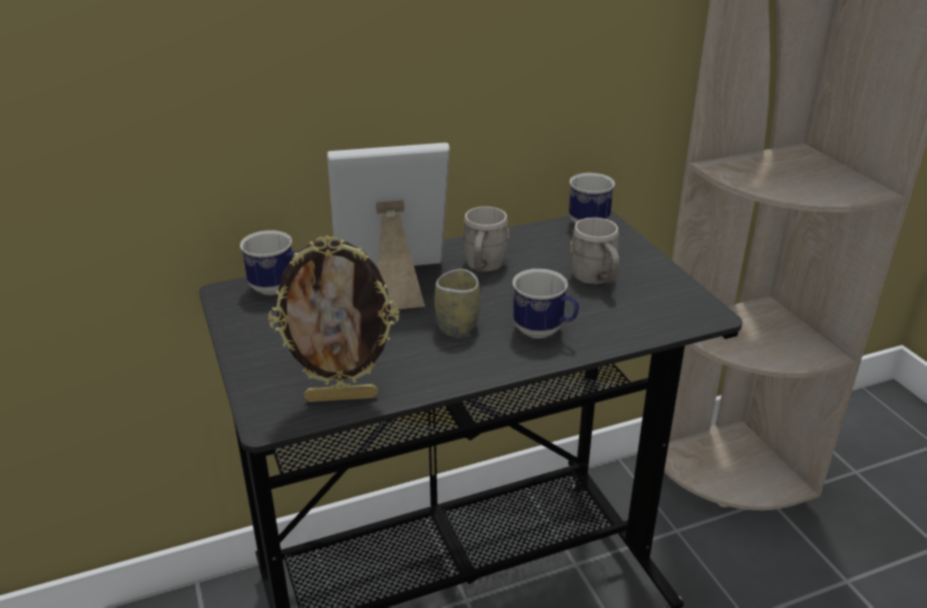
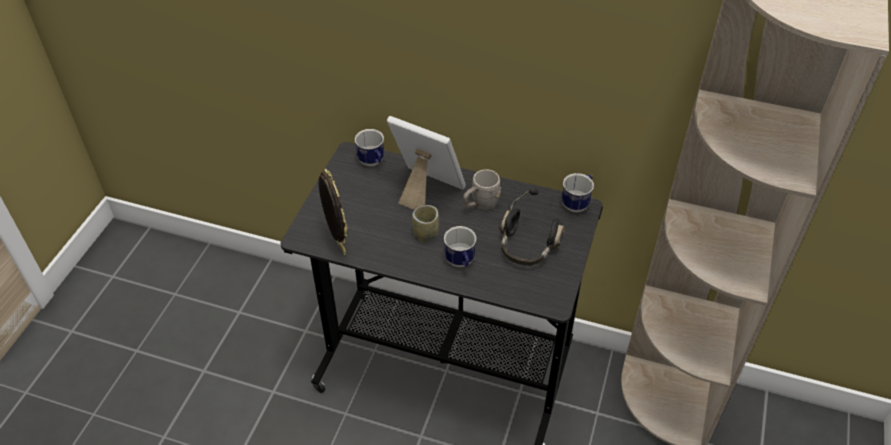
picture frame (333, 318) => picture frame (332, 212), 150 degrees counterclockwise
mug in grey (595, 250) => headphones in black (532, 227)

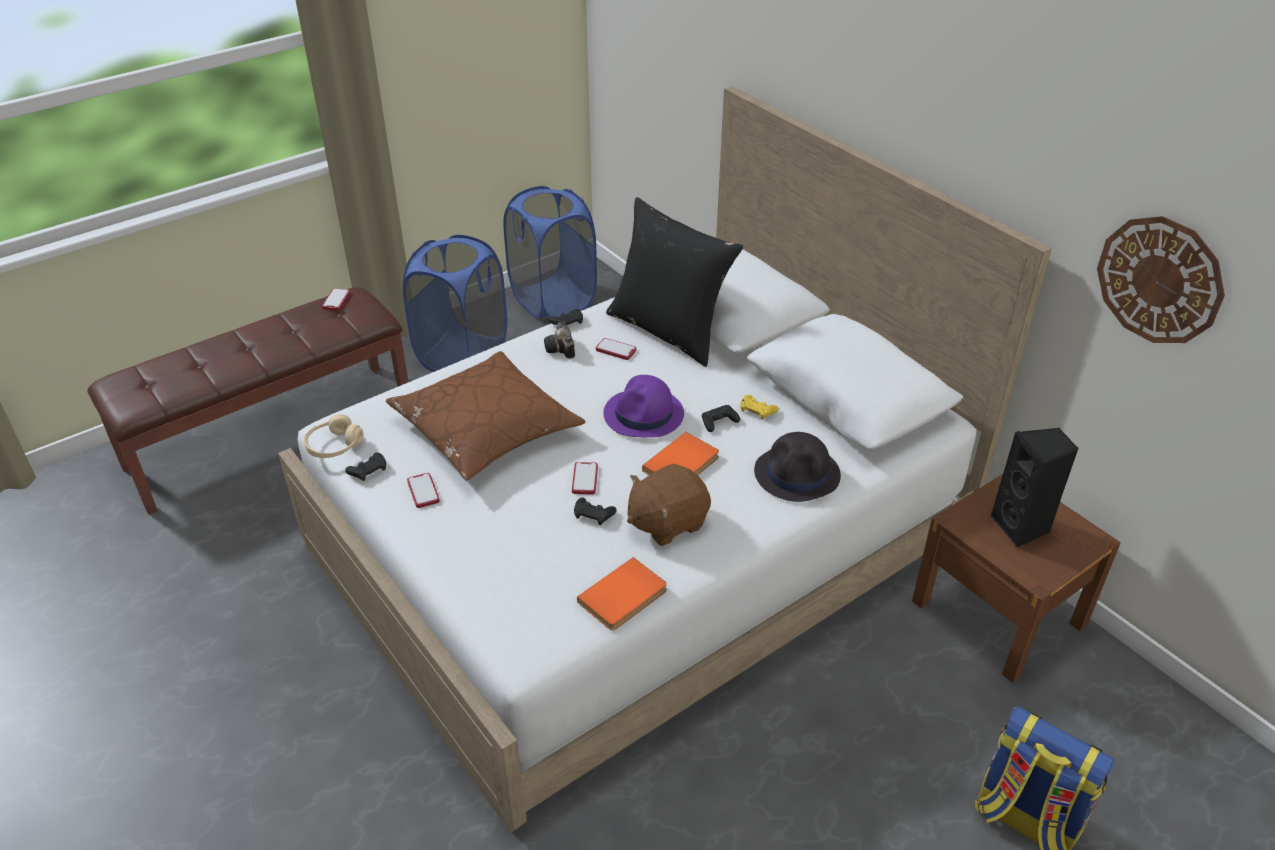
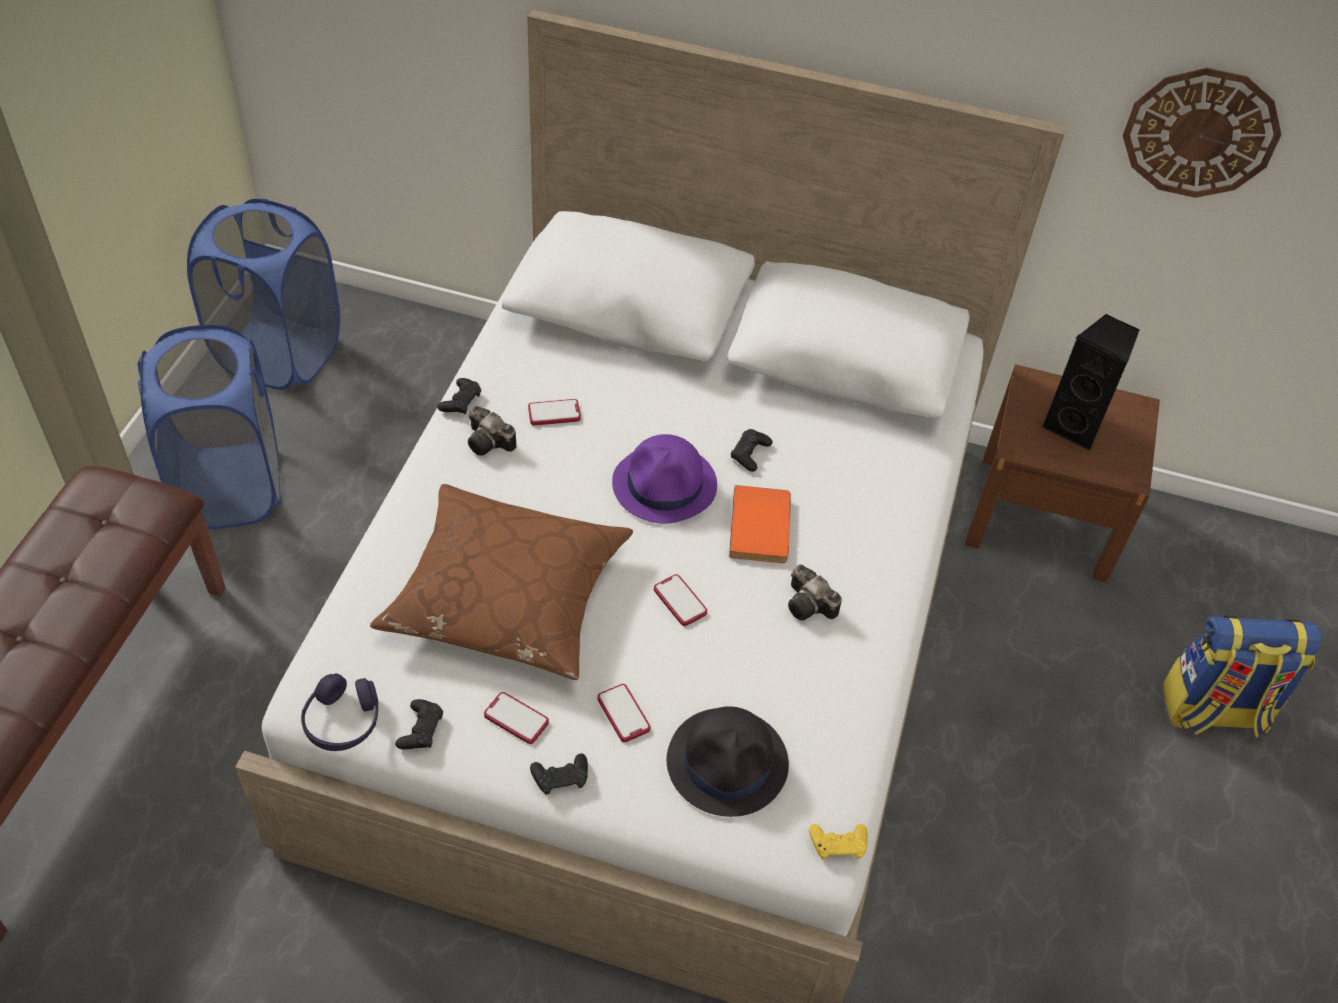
headphones in beige (334, 436) => headphones in purple (339, 712)
game controller in black (595, 511) => game controller in black (559, 774), shifted
phone (336, 300) => phone (624, 713), shifted
hat in black (797, 467) => hat in black (727, 761), shifted
plush toy in brown (669, 505) => photo camera (815, 592)
game controller in yellow (759, 407) => game controller in yellow (838, 842), shifted
book in orange (622, 594) => nothing
pillow in black (674, 282) => nothing

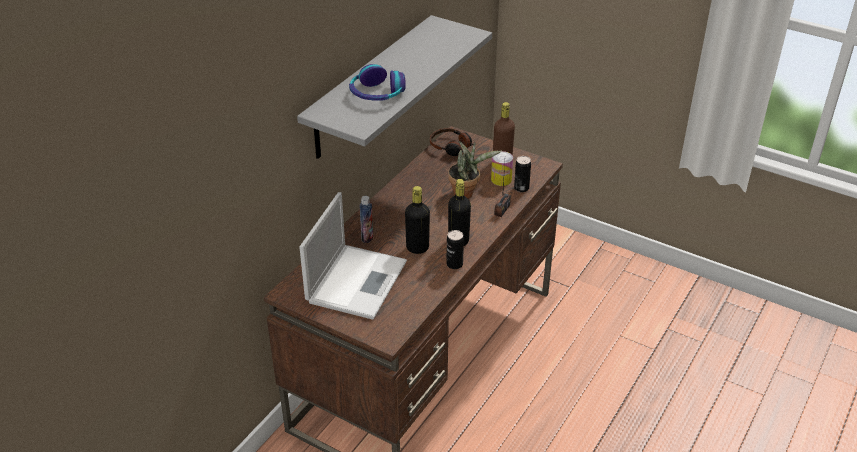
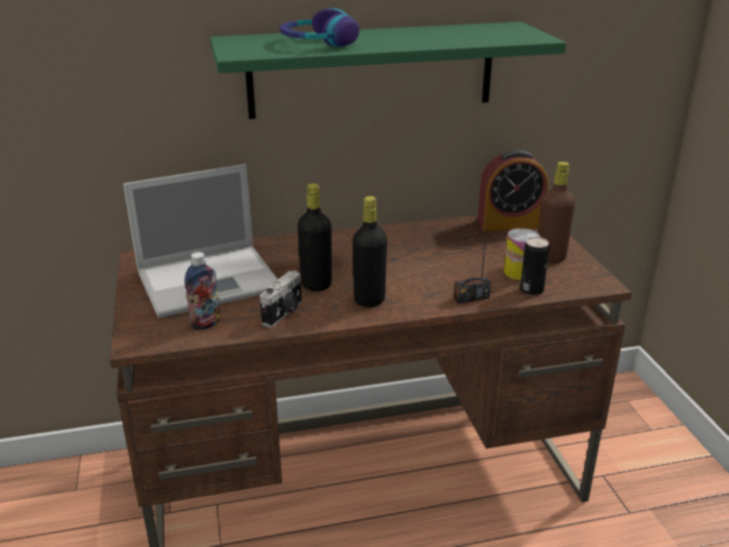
bottle (366, 219) => bottle (202, 291), shifted
shelf in grey (394, 87) => shelf in green (388, 70)
nothing => photo camera (281, 299)
headphones (451, 142) => alarm clock (512, 190)
can (455, 249) => nothing
potted plant (475, 169) => nothing

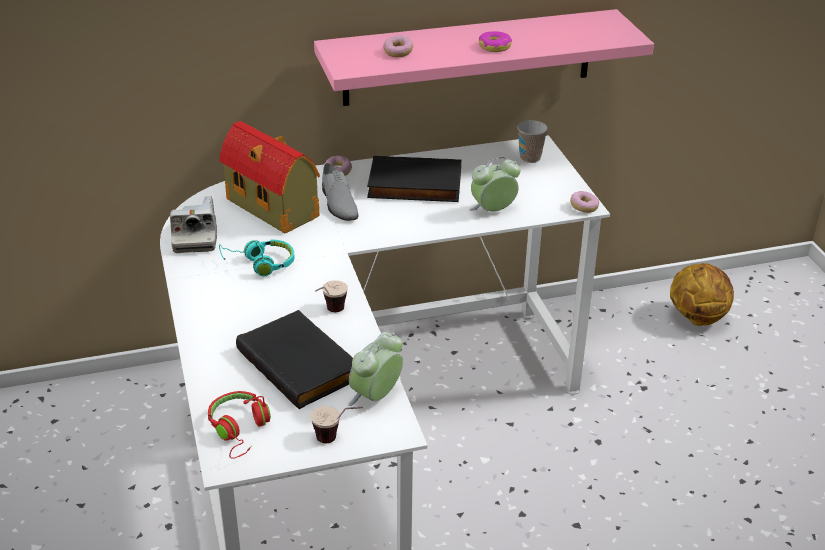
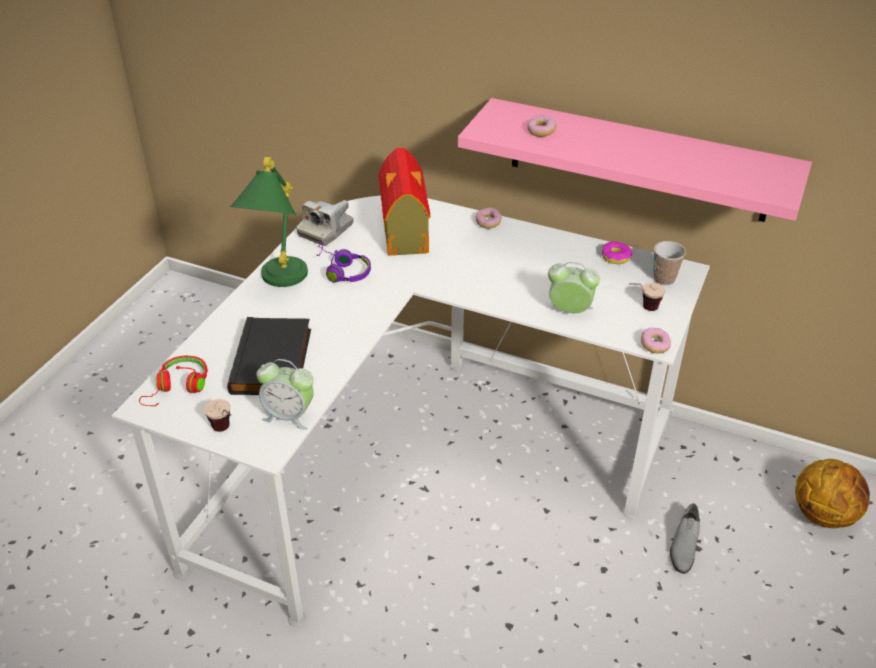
nothing => table lamp in green (269, 222)
alarm clock (375, 369) => alarm clock (285, 394), 150 degrees counterclockwise
headphones in turquoise (256, 258) => headphones in purple (344, 262)
donut (495, 41) => donut (617, 253), shifted
cup (331, 296) => cup (647, 297), shifted
shoe in grey (340, 192) => shoe in grey (685, 538), shifted
book in black (414, 179) => nothing

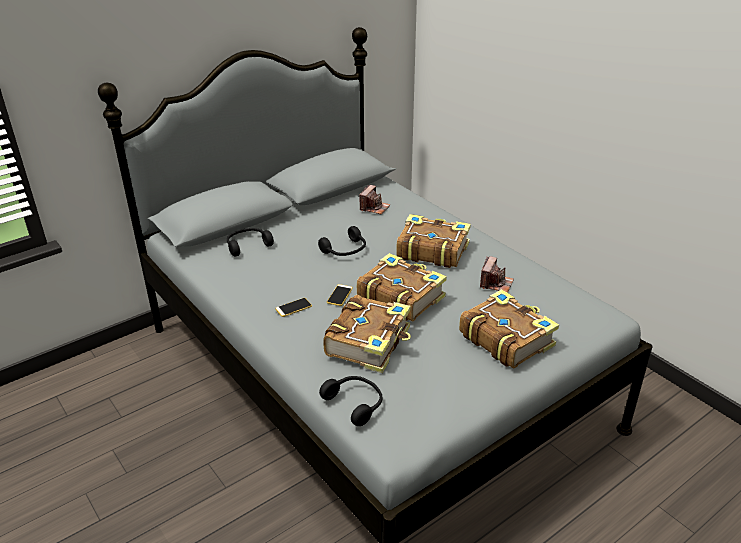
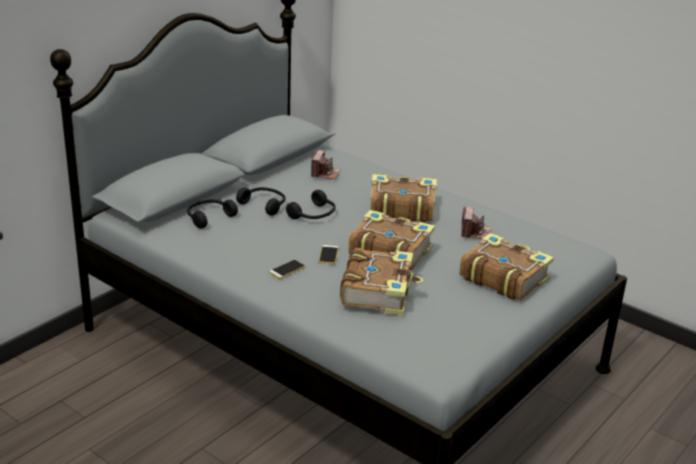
headphones in black (350, 401) => headphones in black (261, 201), shifted

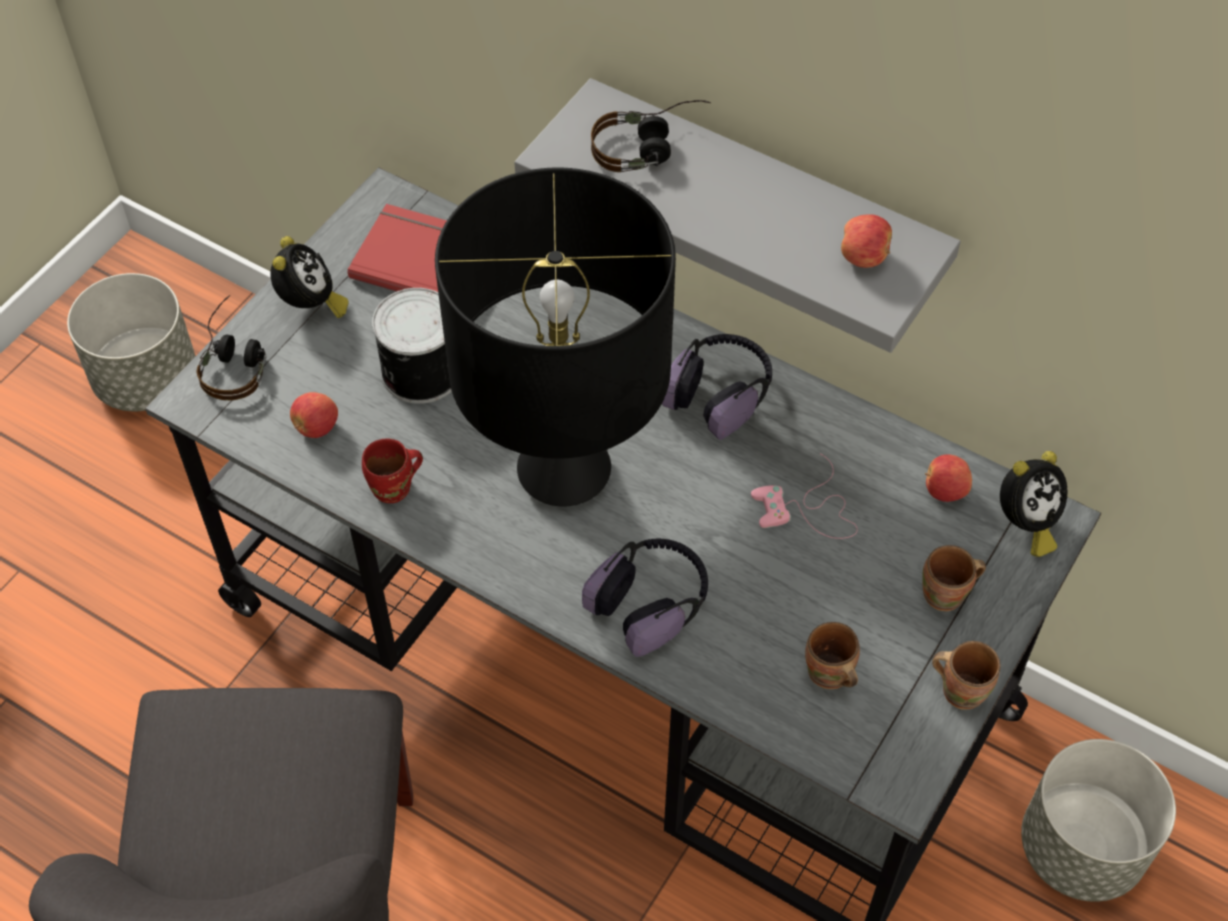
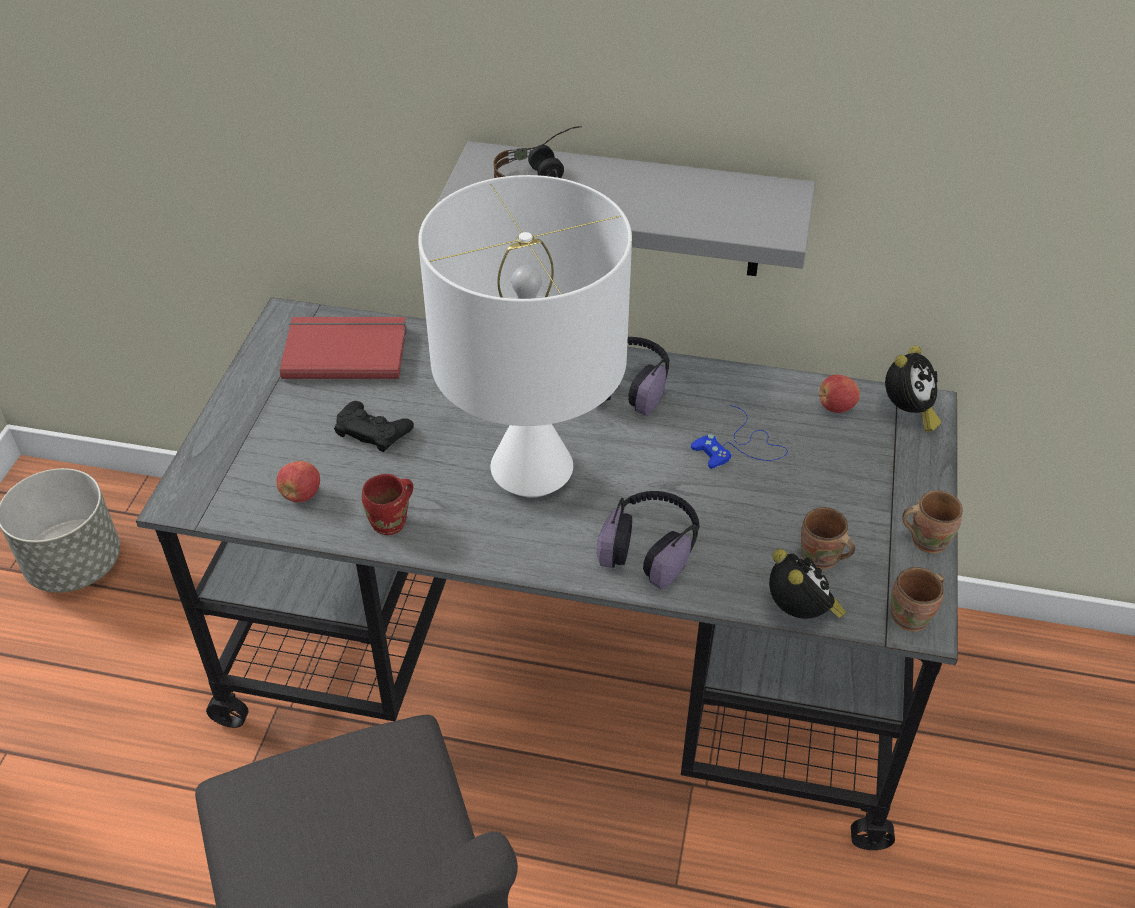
can (412, 346) => game controller in black (374, 426)
table lamp in black (555, 337) => table lamp in white (525, 336)
game controller in pink (804, 496) => game controller in blue (739, 437)
alarm clock (309, 277) => alarm clock (807, 584), shifted
mug in brown (954, 578) => mug in brown (917, 599), shifted
headphones (231, 347) => nothing
apple (866, 241) => nothing
planter in grey (1098, 820) => nothing

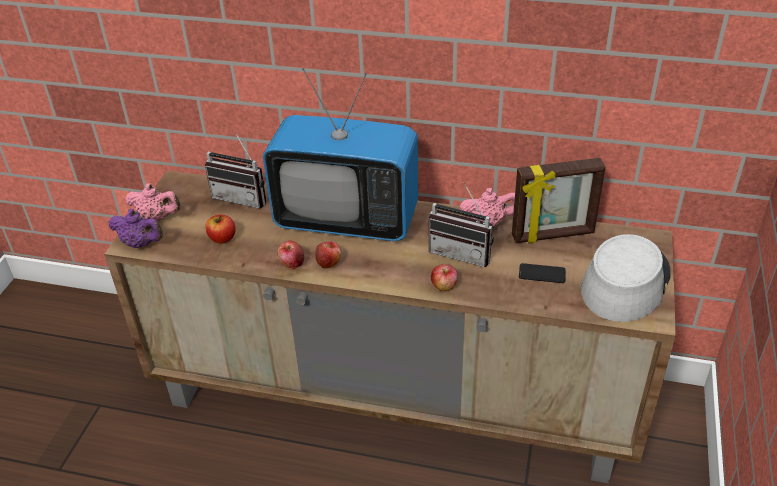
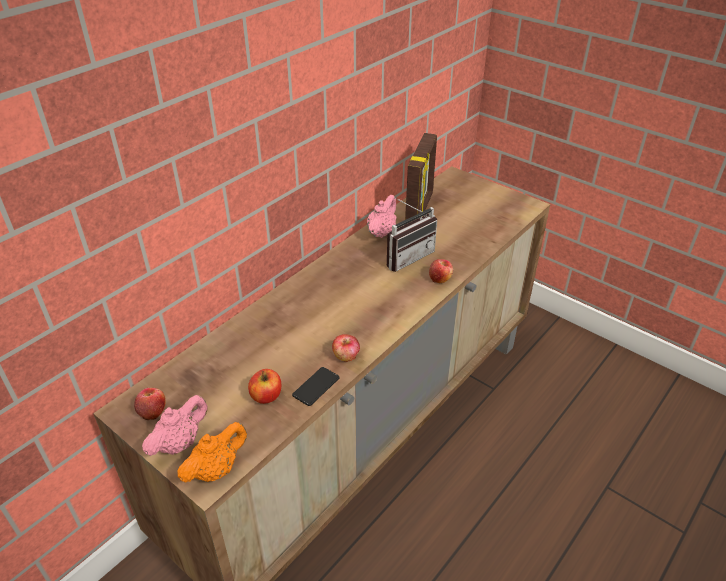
apple (328, 254) => apple (150, 404), shifted
teapot in purple (136, 228) => teapot in orange (212, 452)
phone (542, 273) => phone (316, 386), shifted
radio (235, 171) => nothing
television (340, 154) => nothing
hat in grey (625, 278) => nothing

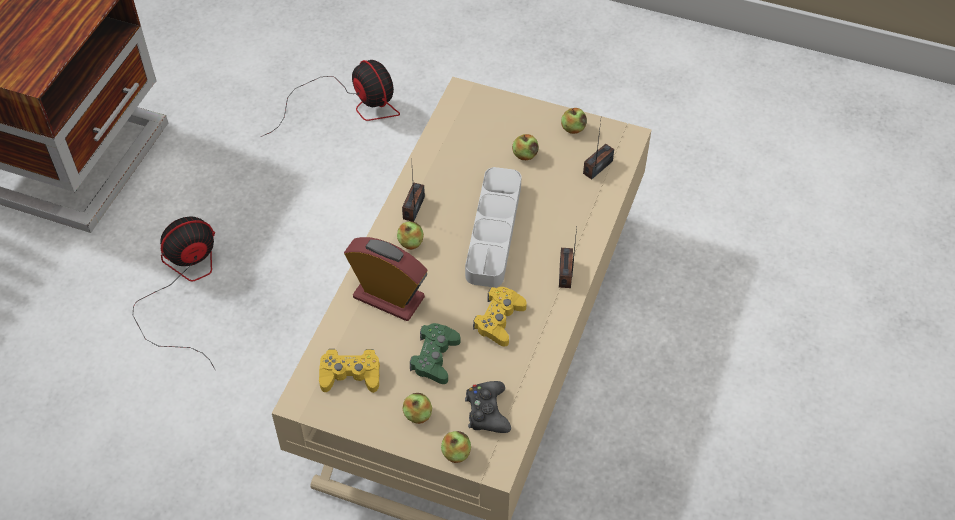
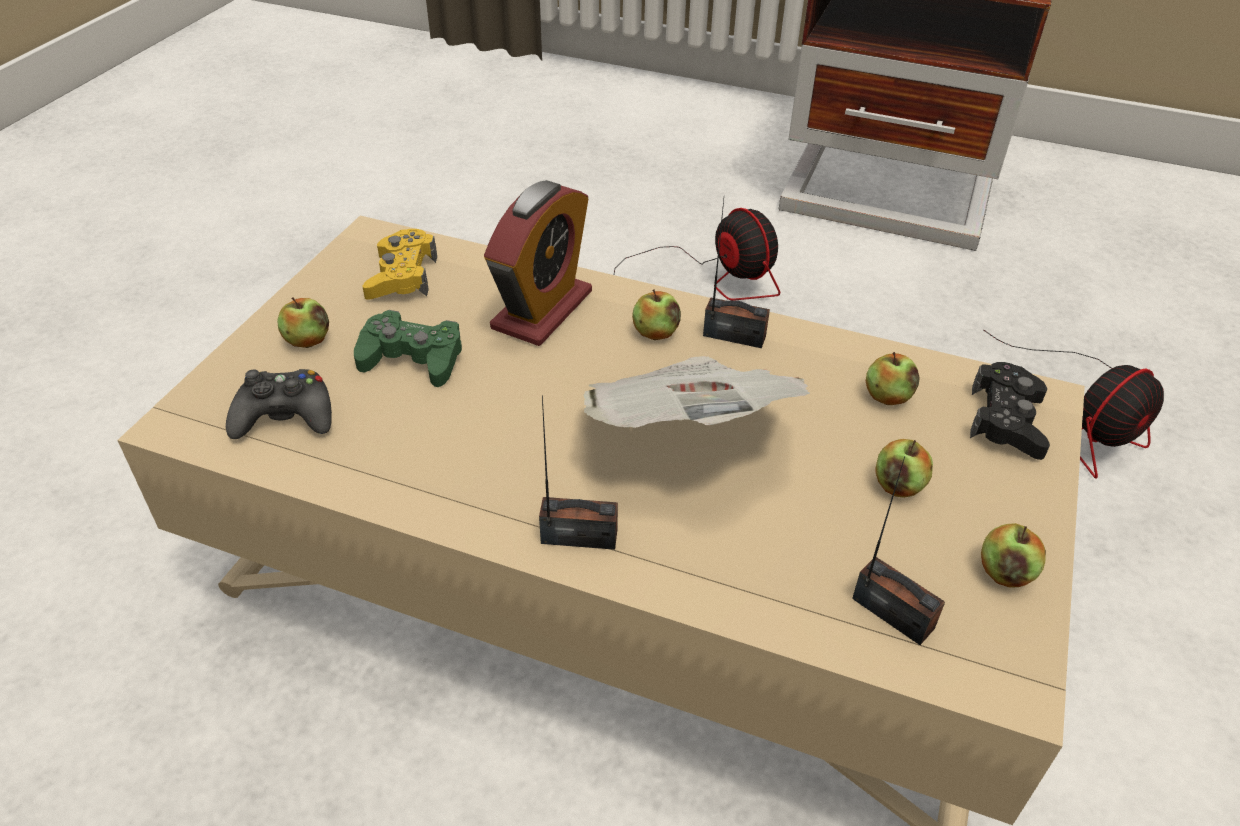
tray in grey (493, 227) => newspaper (696, 392)
apple (456, 447) => apple (893, 378), shifted
nothing => game controller in black (1010, 411)
game controller in yellow (500, 316) => nothing

